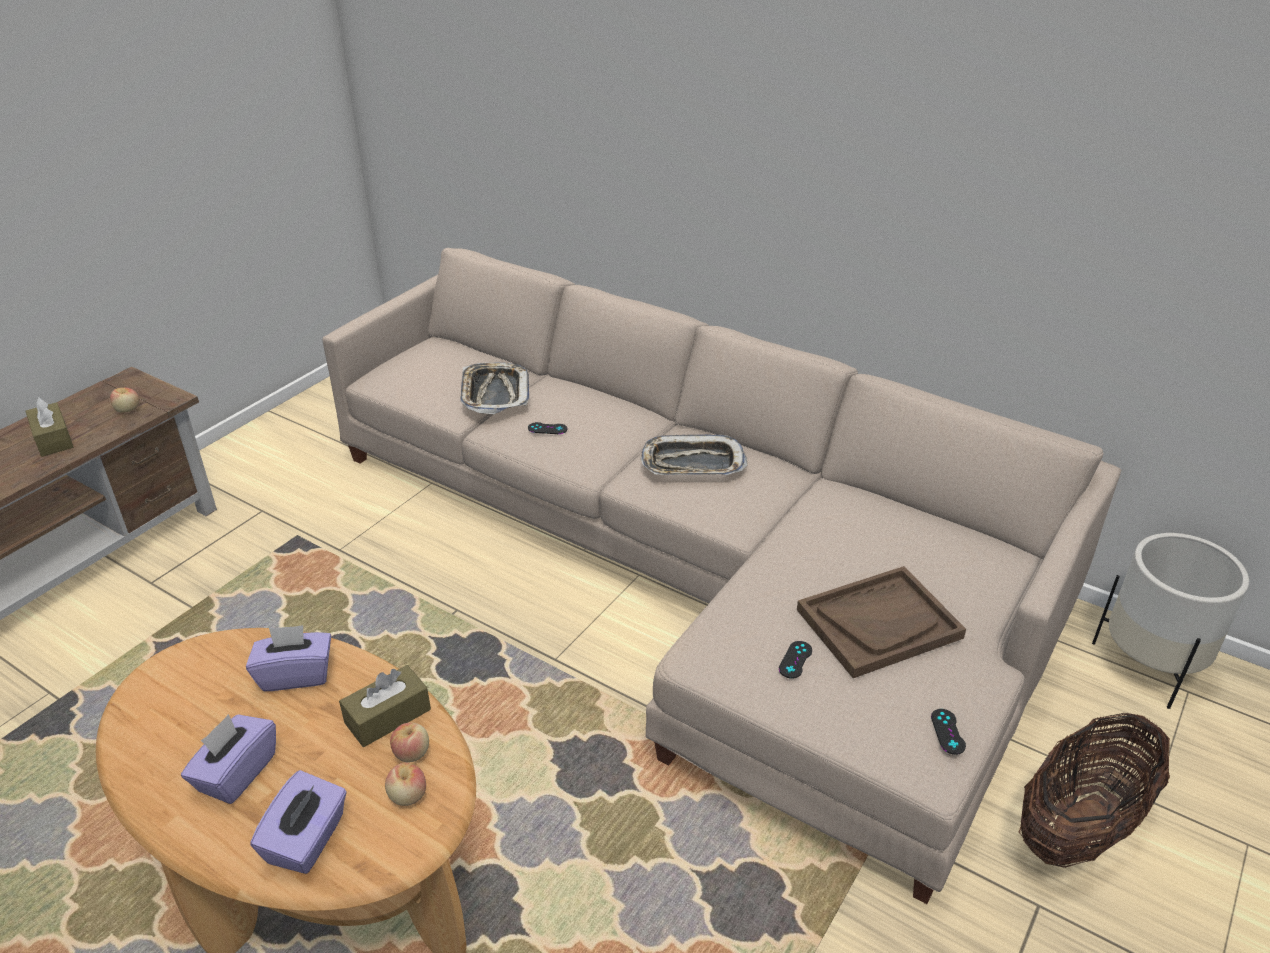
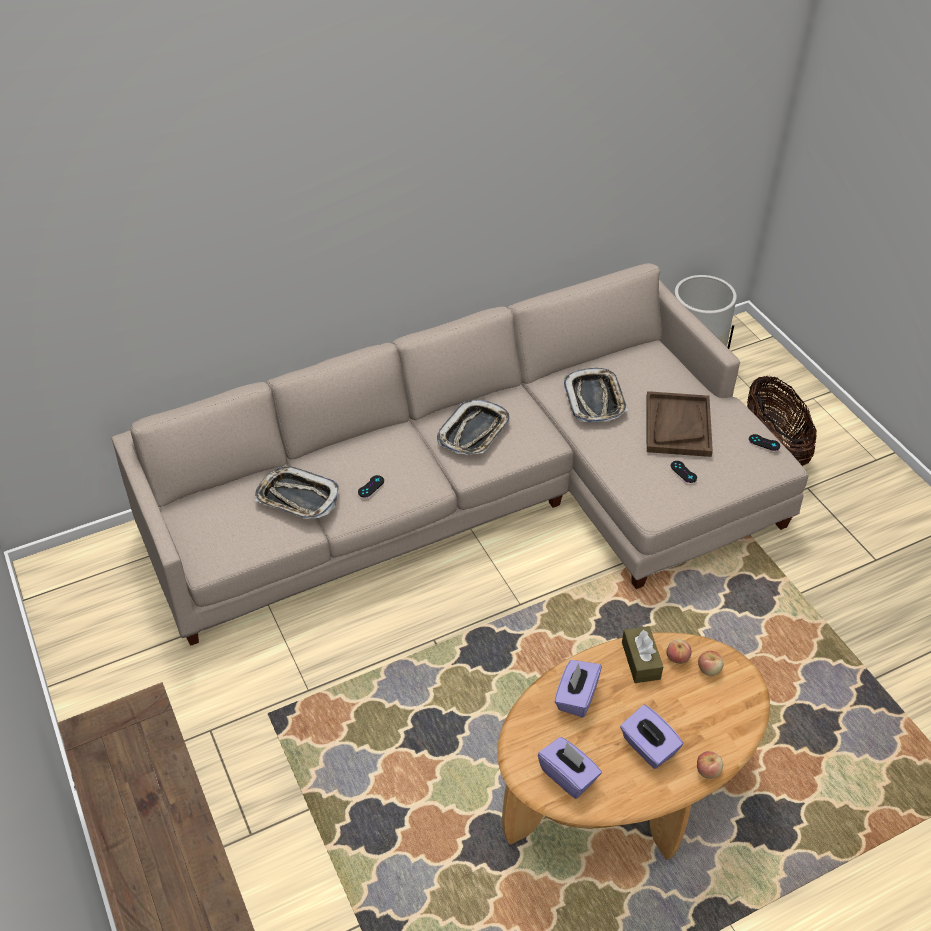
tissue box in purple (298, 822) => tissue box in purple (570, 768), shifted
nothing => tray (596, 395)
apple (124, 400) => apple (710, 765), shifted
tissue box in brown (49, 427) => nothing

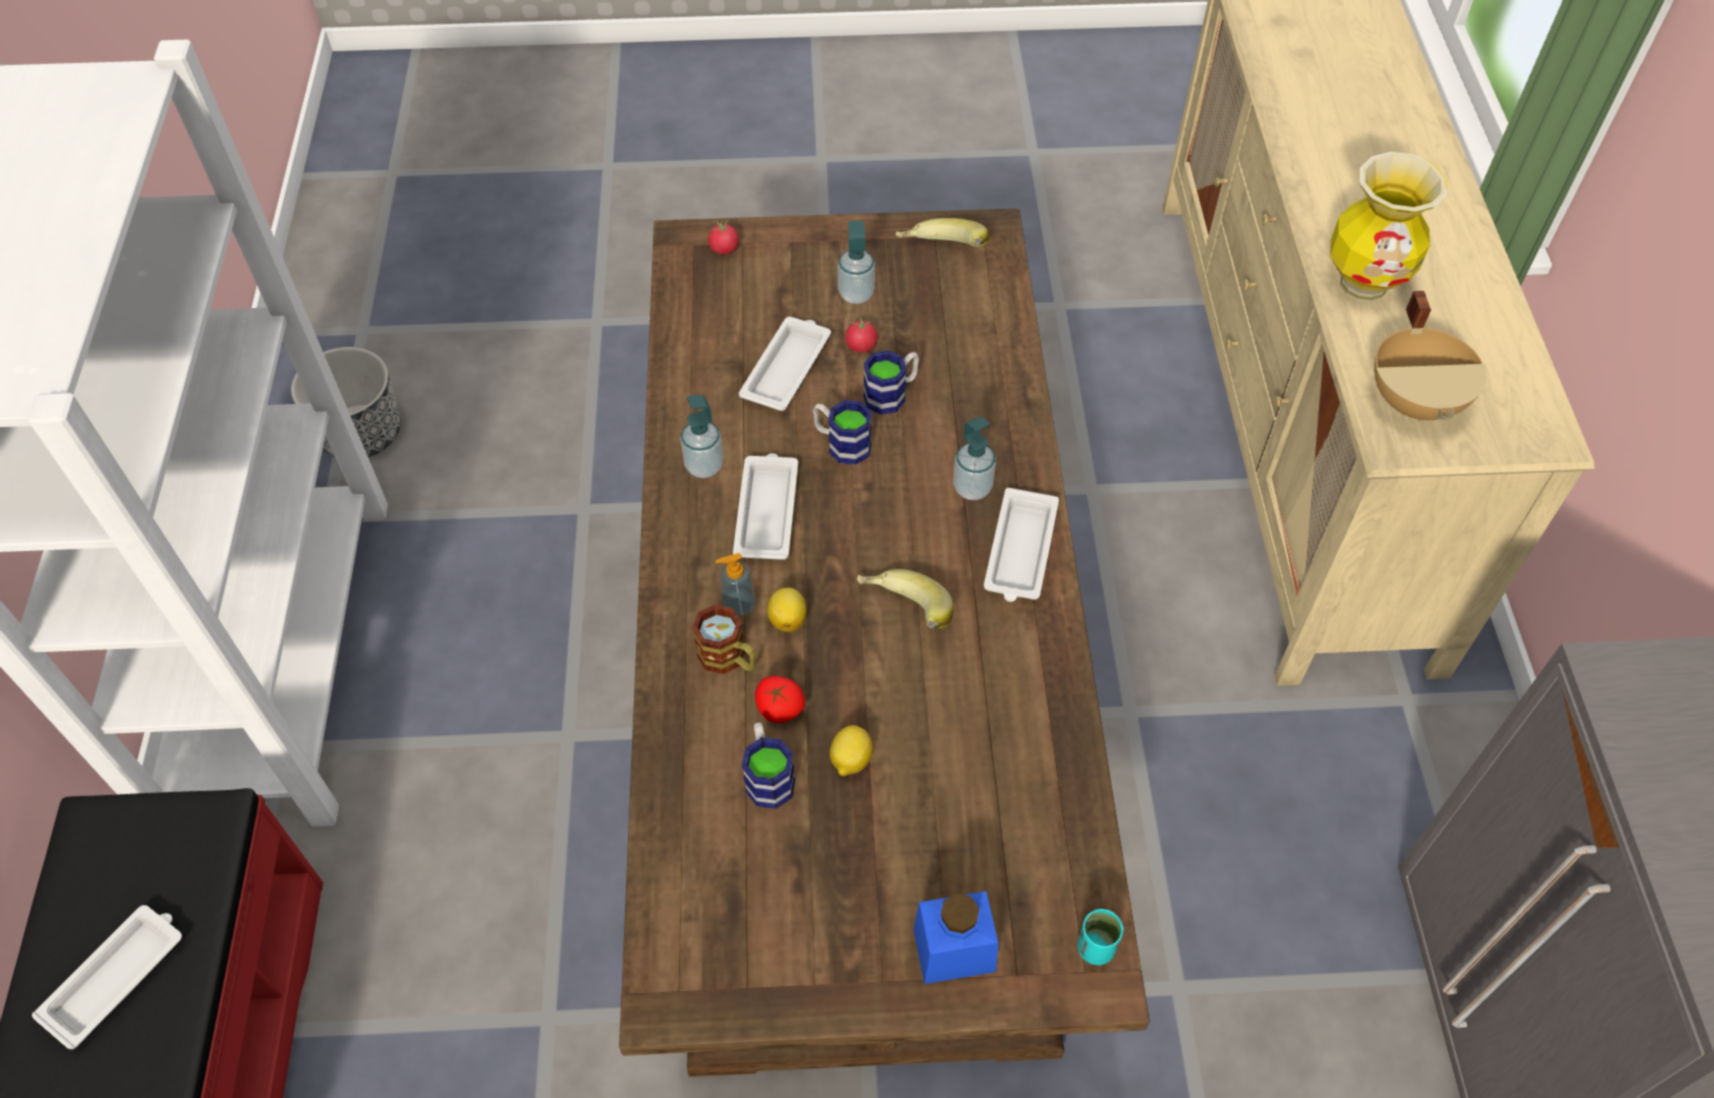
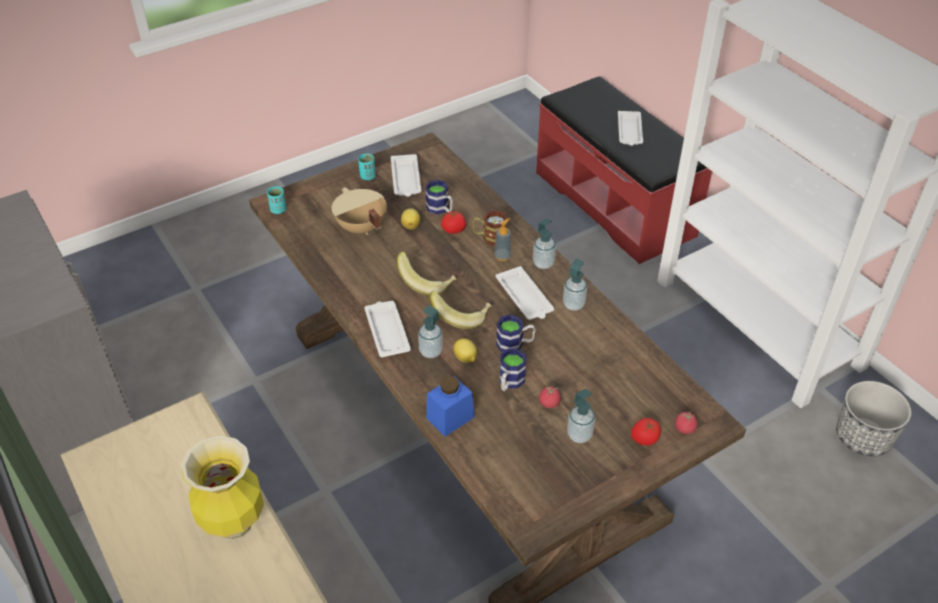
cooking pot in beige (1430, 356) => cooking pot in beige (359, 211), shifted
nothing => cup in turquoise (367, 167)
tray in white (785, 364) => tray in white (406, 175), shifted
jar in blue (955, 937) => jar in blue (450, 406), shifted
banana (942, 232) => banana (460, 310), shifted
lemon (787, 610) => lemon (465, 350), shifted
nothing => soap dispenser (544, 244)
nothing => tomato (646, 432)

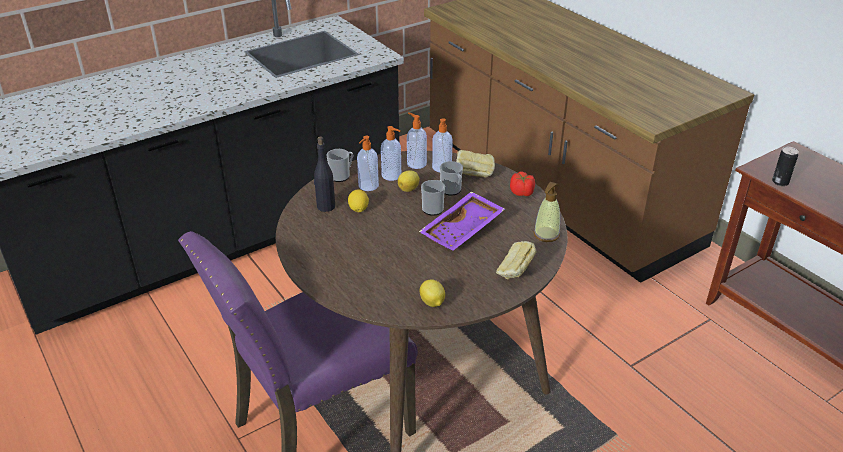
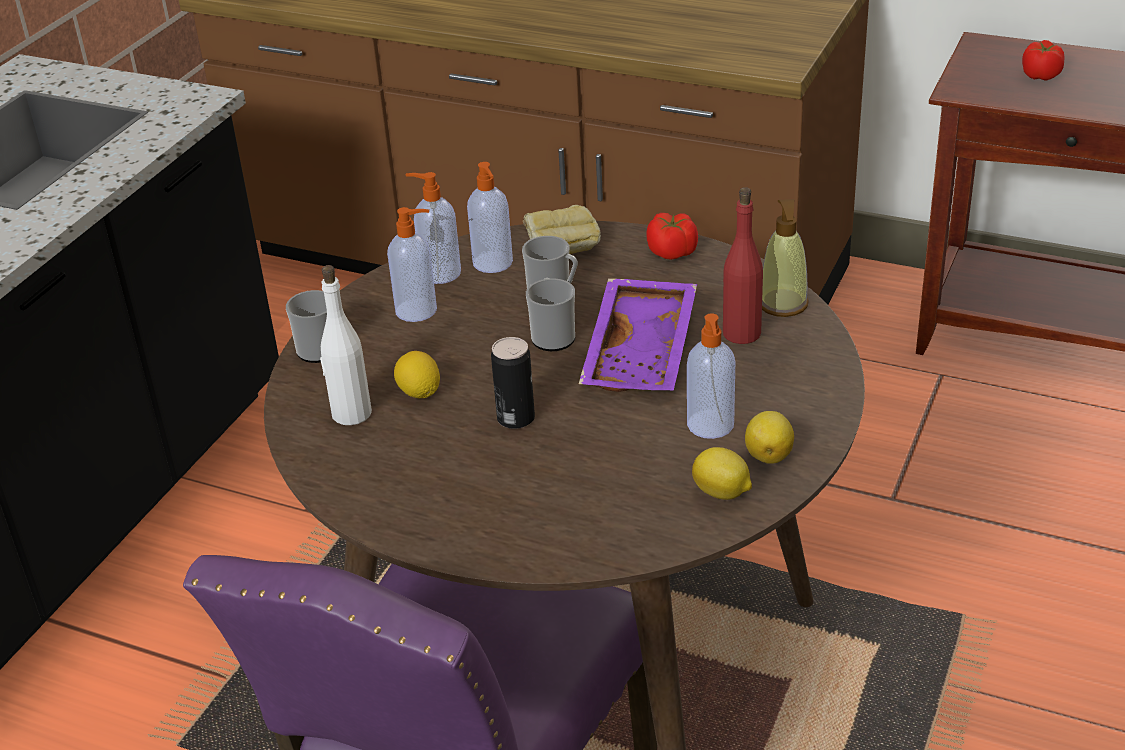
bottle in black (324, 174) => bottle in white (346, 345)
can (785, 166) => can (513, 383), shifted
soap dispenser (368, 163) => soap dispenser (711, 376), shifted
nothing => bottle in red (743, 265)
lemon (409, 181) => lemon (769, 437), shifted
nothing => tomato (1043, 60)
bread (516, 260) => nothing

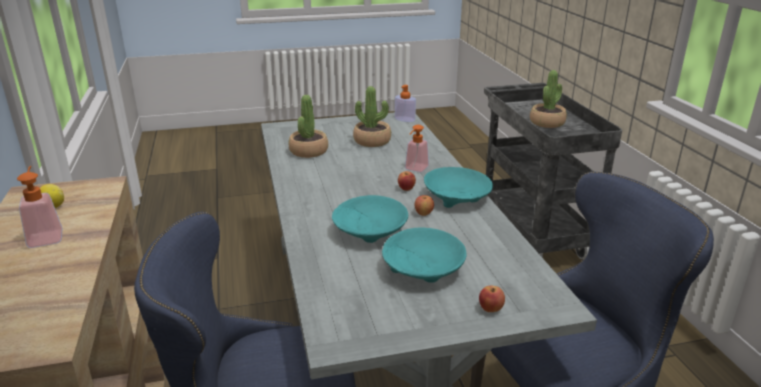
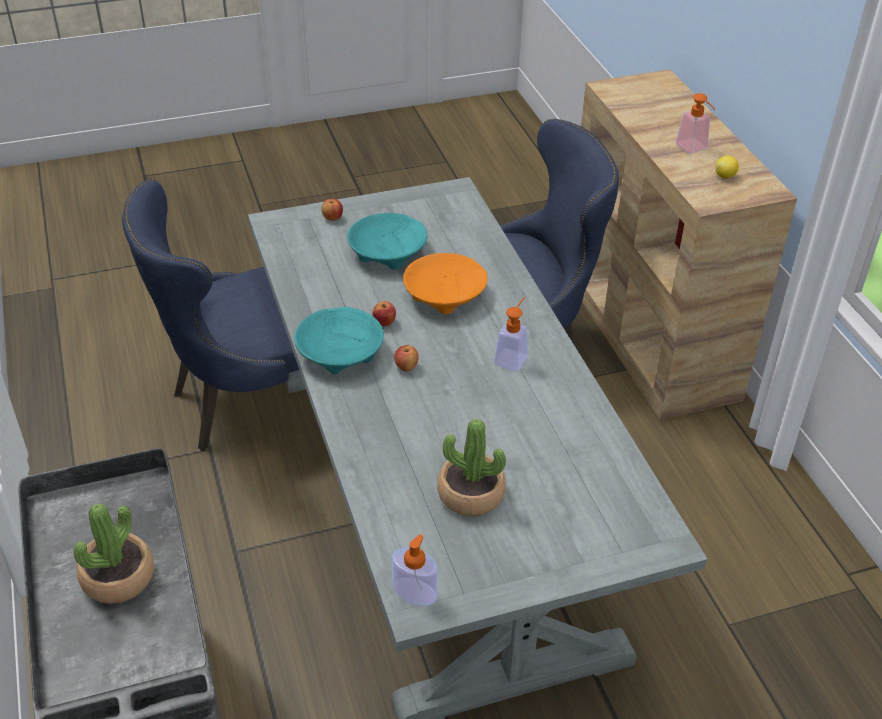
bowl in turquoise (370, 219) => bowl in orange (445, 283)
soap dispenser (417, 148) => soap dispenser (511, 334), shifted
potted plant (308, 126) => nothing

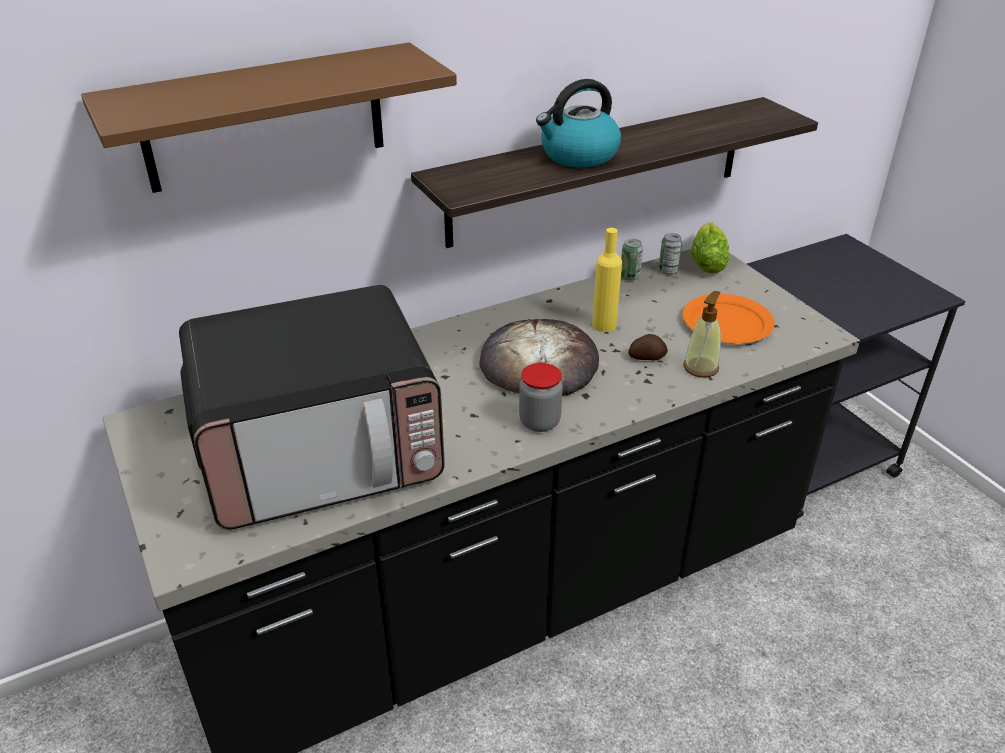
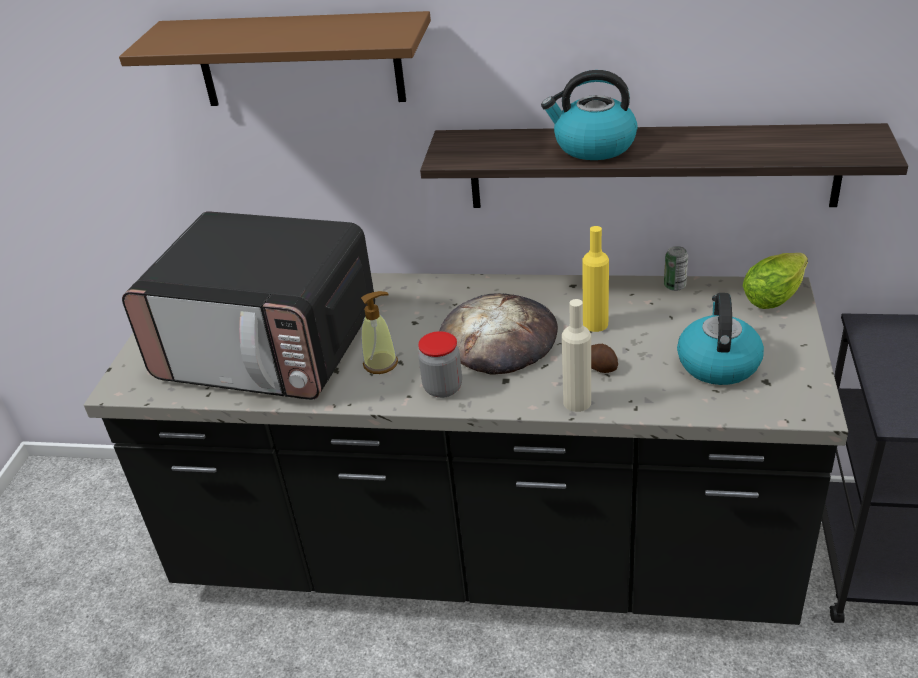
soap dispenser (702, 334) => soap dispenser (379, 332), shifted
nothing => bottle in beige (576, 355)
plate in orange (729, 319) => kettle (720, 339)
can (670, 253) => nothing

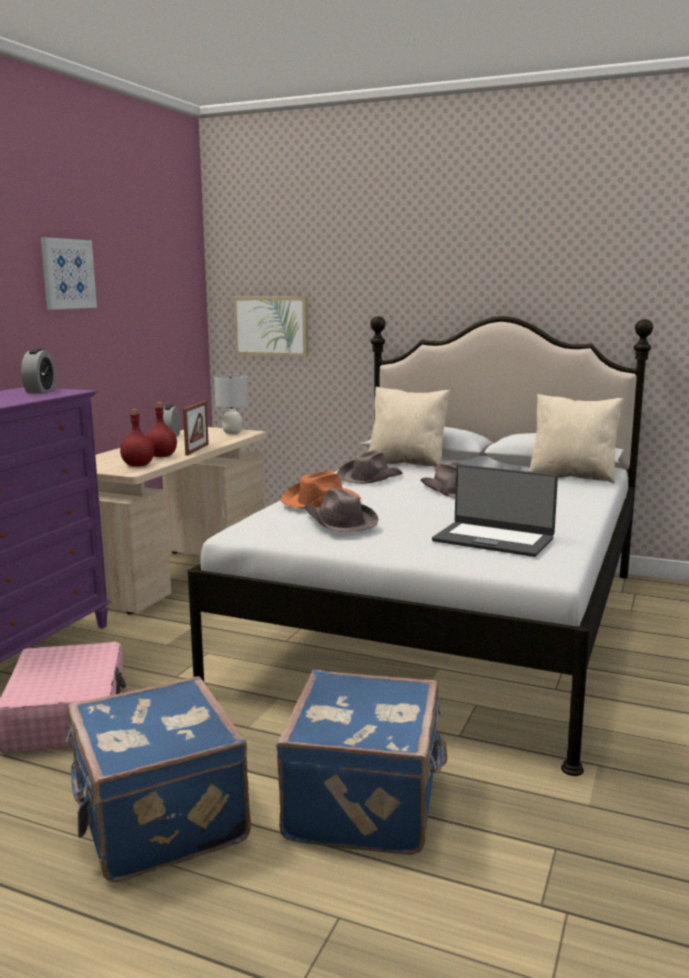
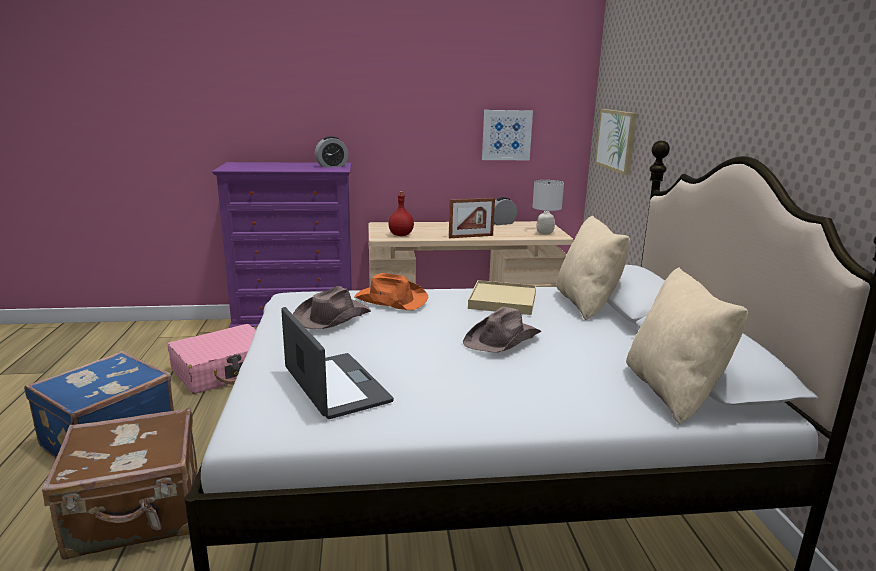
suitcase in blue (361, 762) => suitcase in brown (120, 483)
laptop (495, 510) => laptop (337, 363), 150 degrees clockwise
hat in brown (370, 467) => tray in beige (502, 297)
picture (69, 273) => picture (507, 135), shifted
bottle in red (161, 429) => nothing

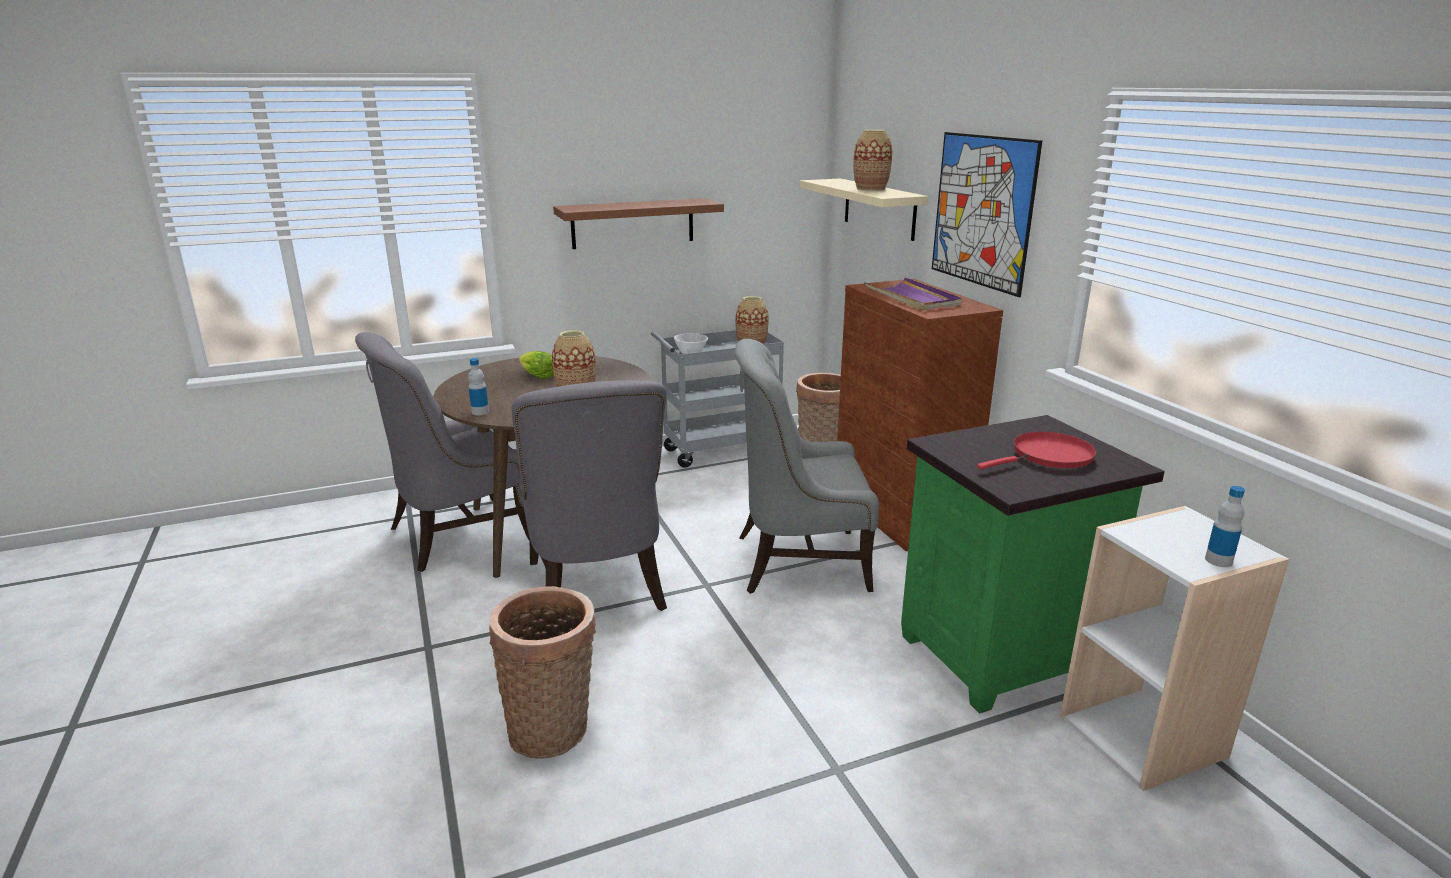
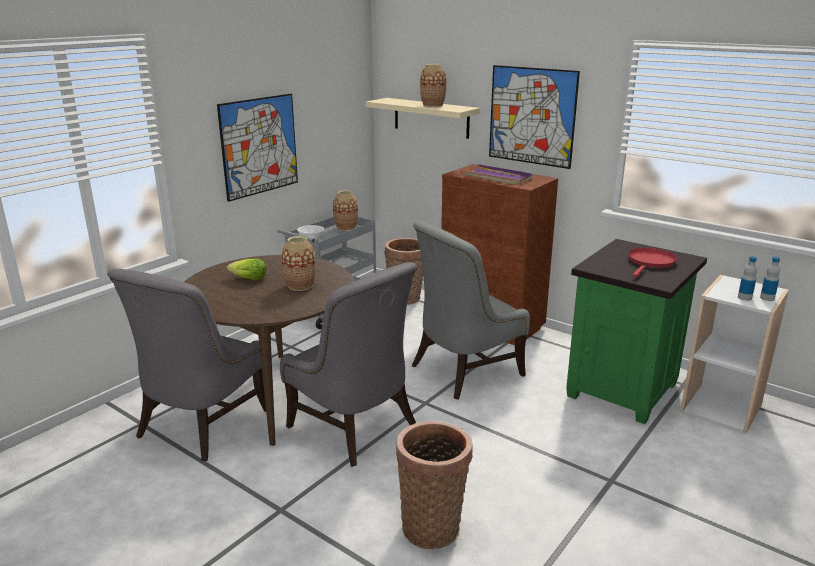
shelf in brown (638, 223) => picture (257, 148)
bottle (478, 386) => bottle (747, 278), shifted

